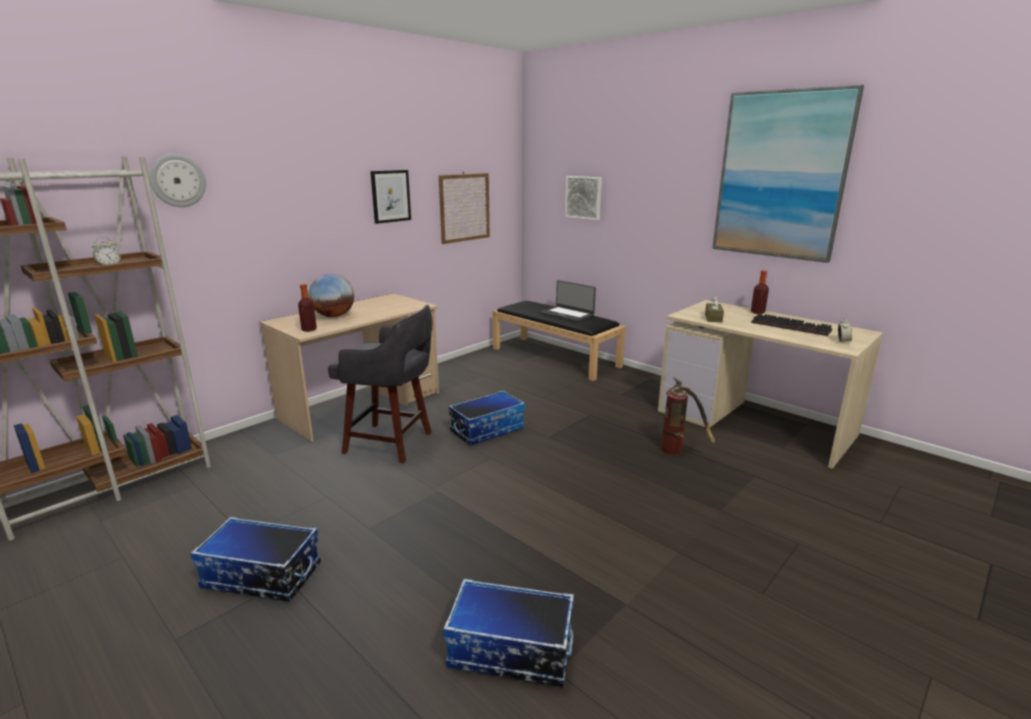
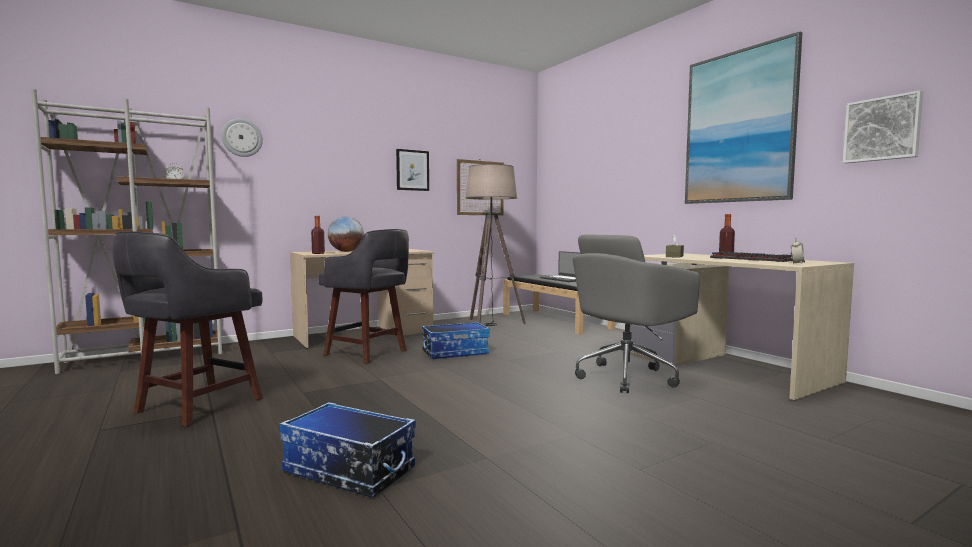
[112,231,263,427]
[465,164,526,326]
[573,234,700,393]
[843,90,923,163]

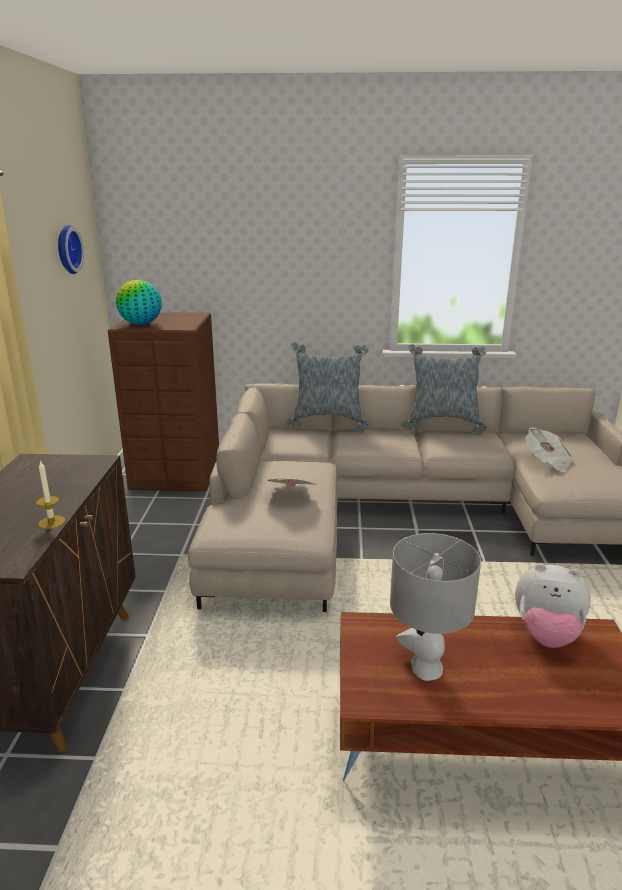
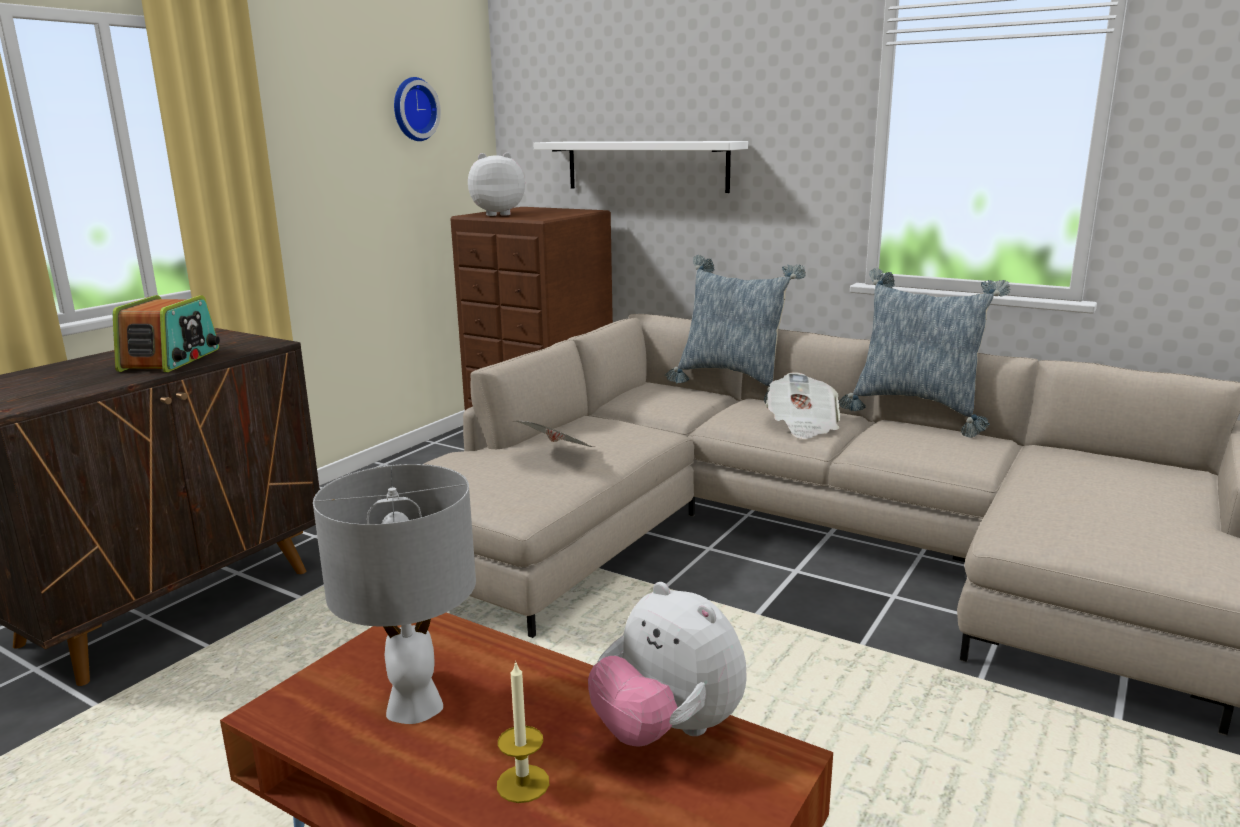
[113,295,220,372]
[468,153,525,216]
[497,660,549,803]
[533,141,748,193]
[766,372,840,439]

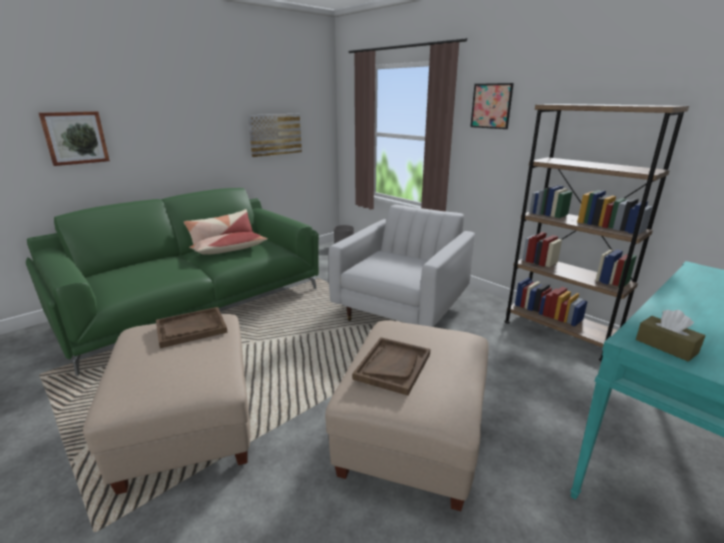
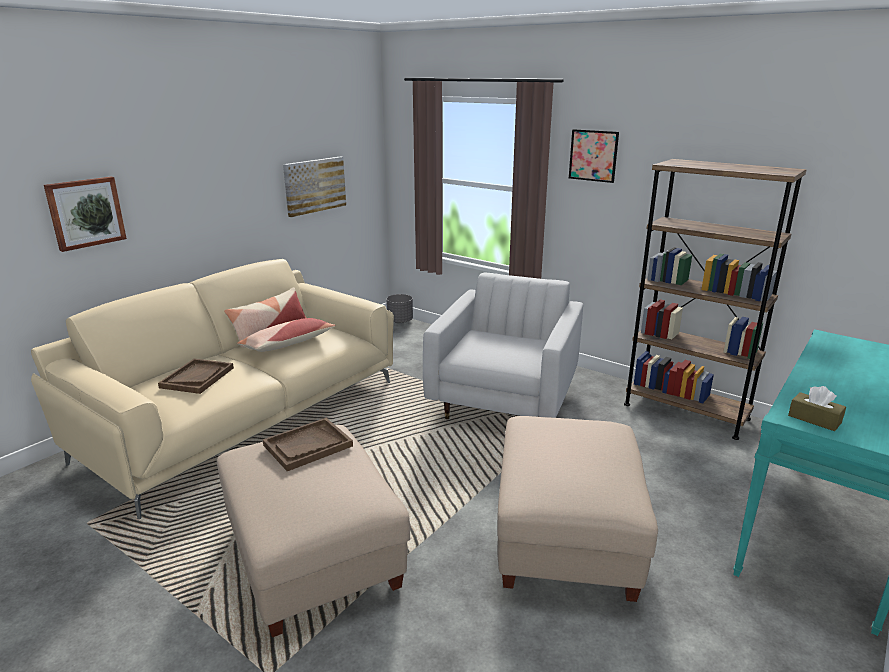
[31,259,394,519]
[158,359,234,394]

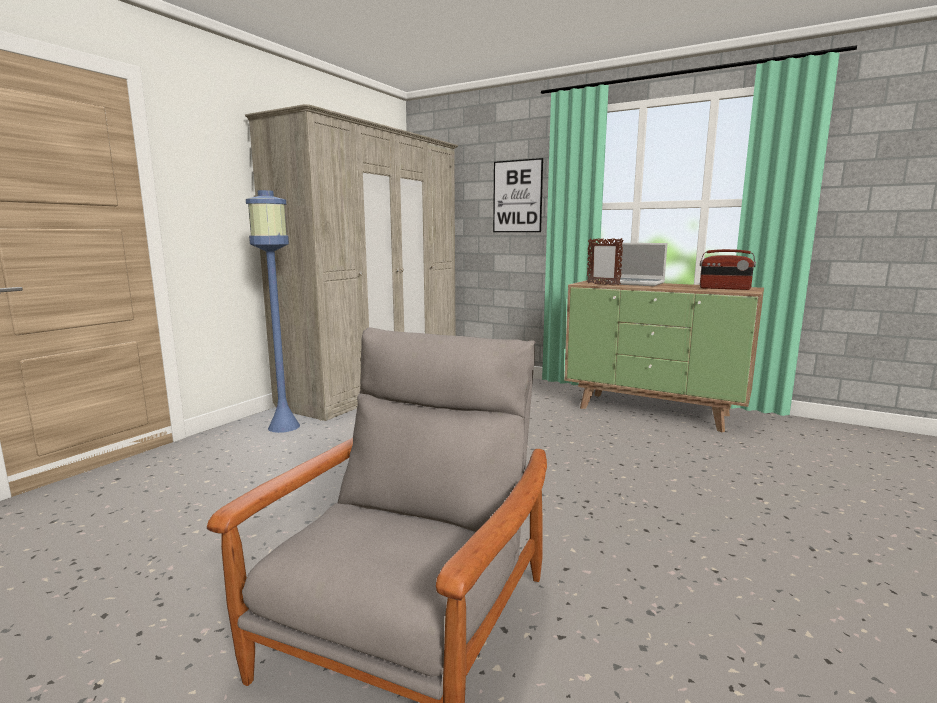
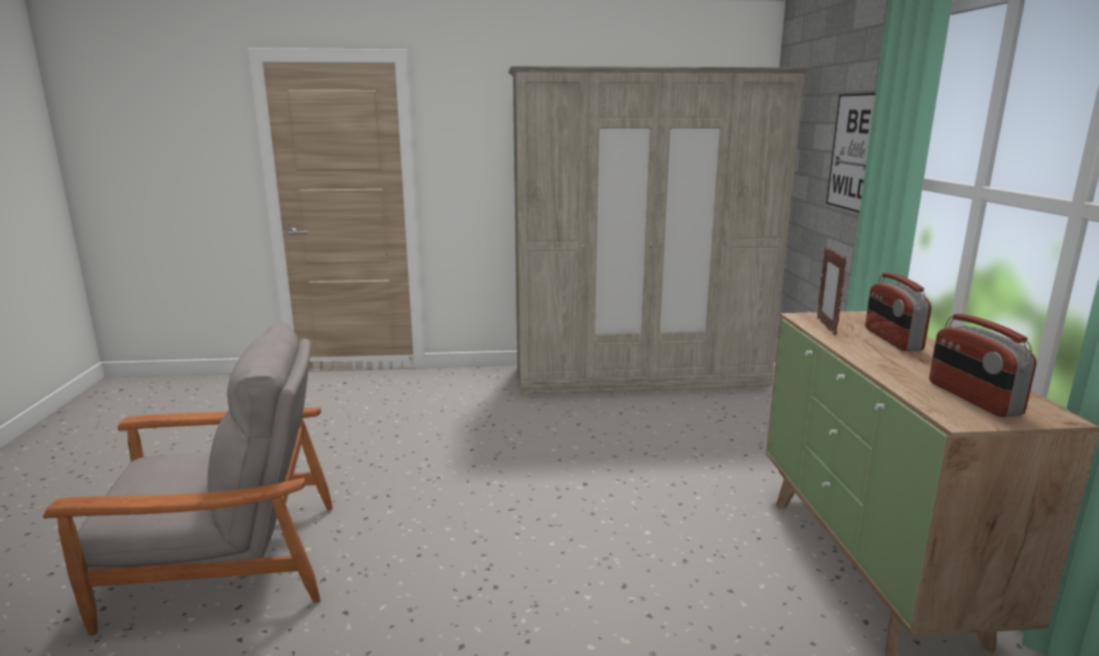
[865,273,931,351]
[246,190,300,433] (first image)

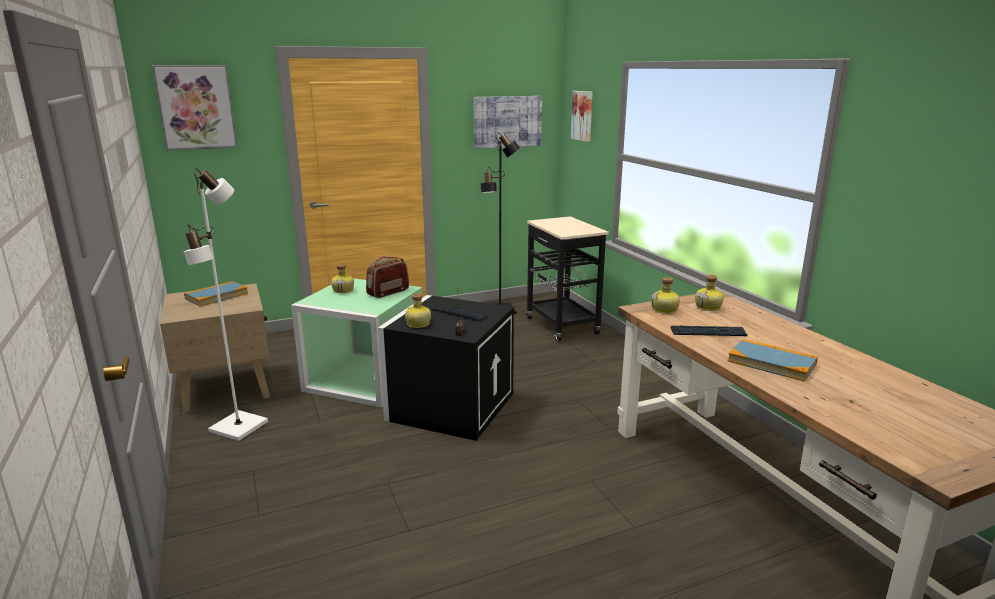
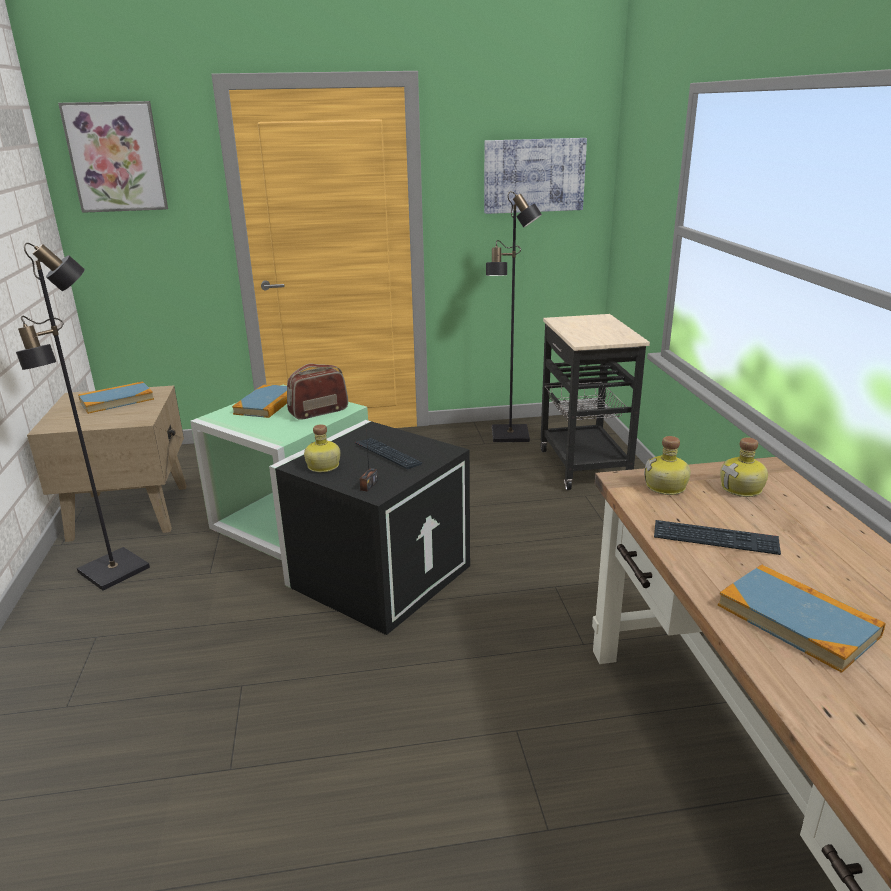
[16,243,150,591]
[232,385,287,418]
[571,91,593,142] (first image)

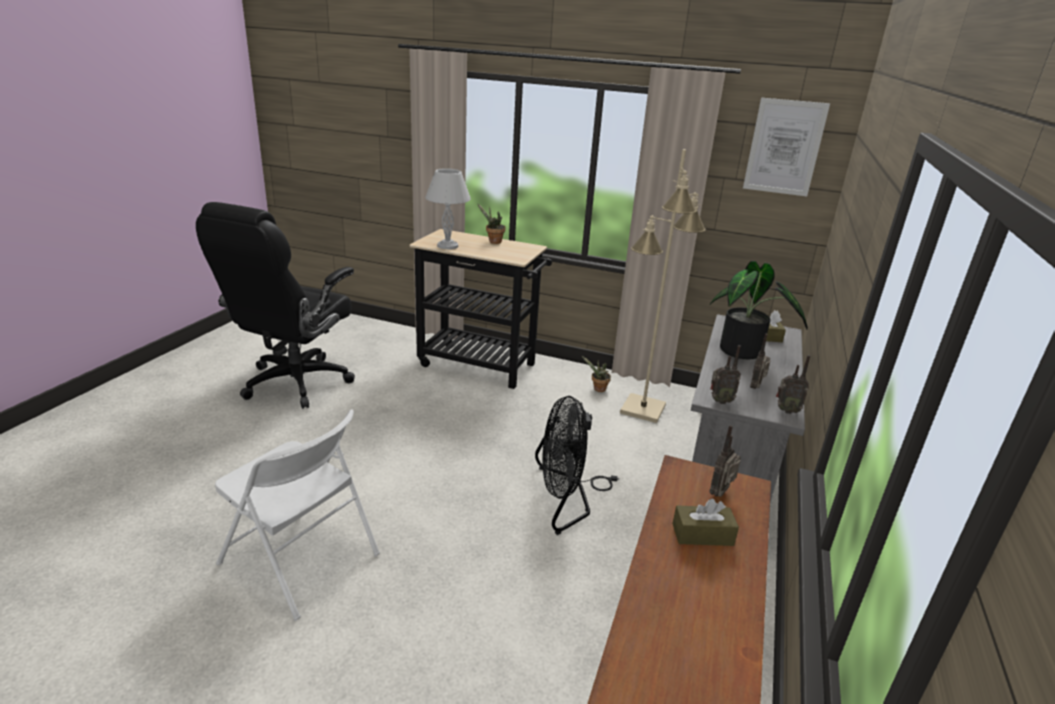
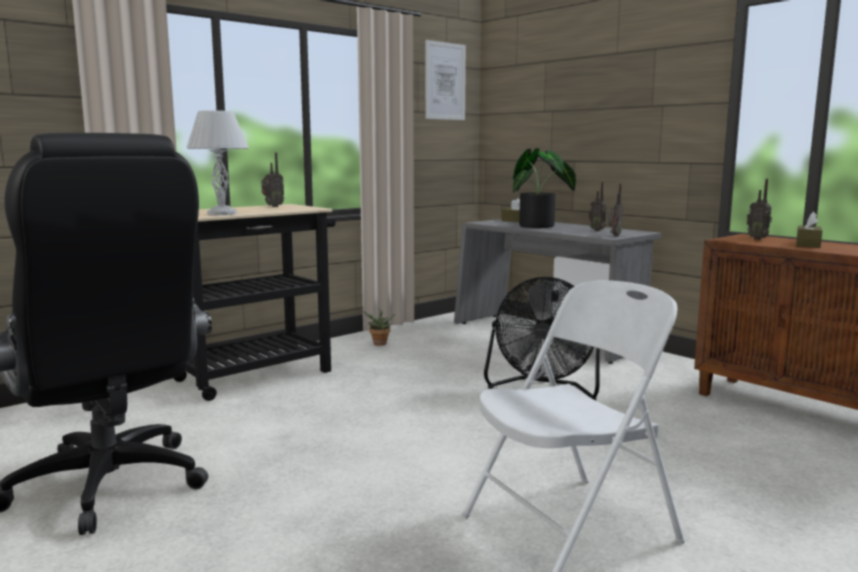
[261,152,285,207]
[477,203,506,244] (first image)
[620,149,706,423] (first image)

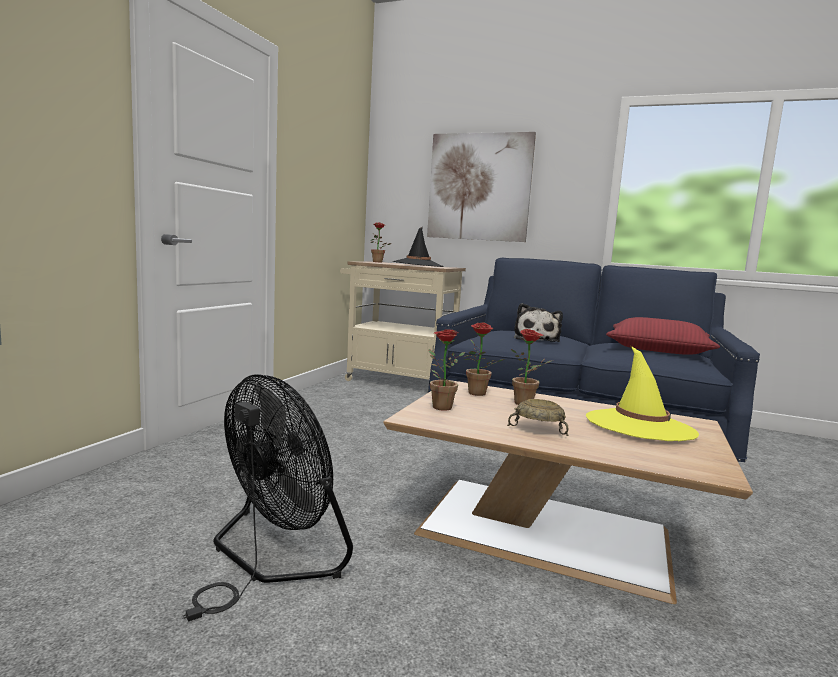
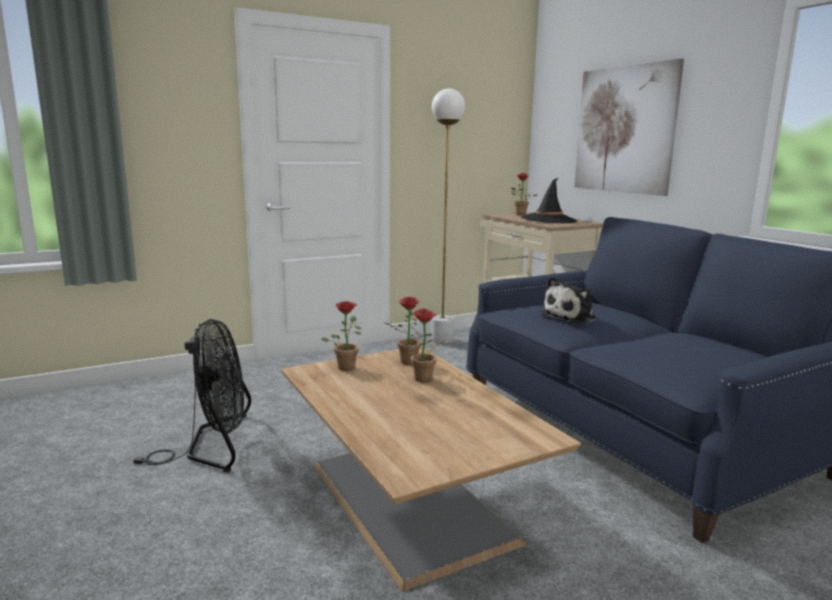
[431,89,465,344]
[507,399,569,436] (first image)
[586,346,699,441] (first image)
[606,317,720,355] (first image)

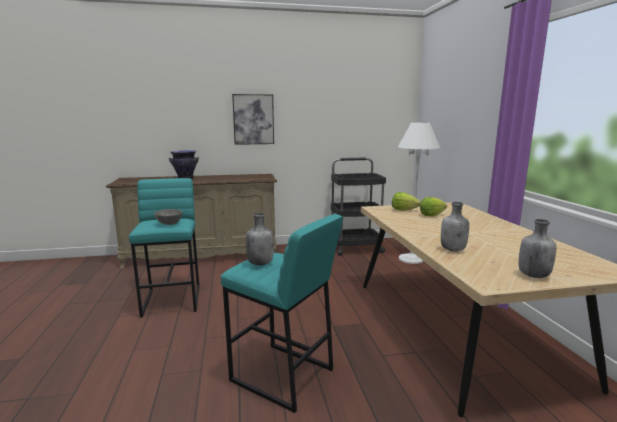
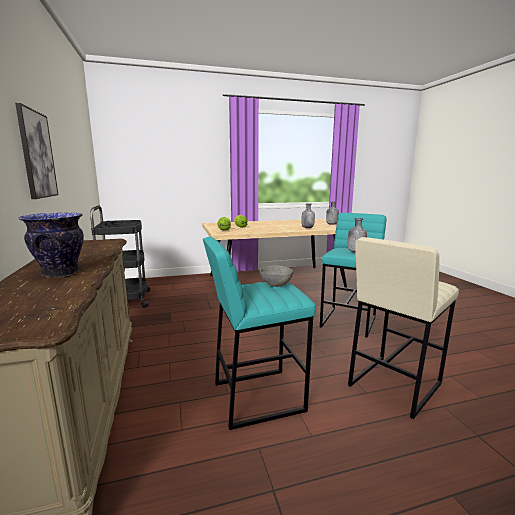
[348,237,459,419]
[398,122,440,264] (first image)

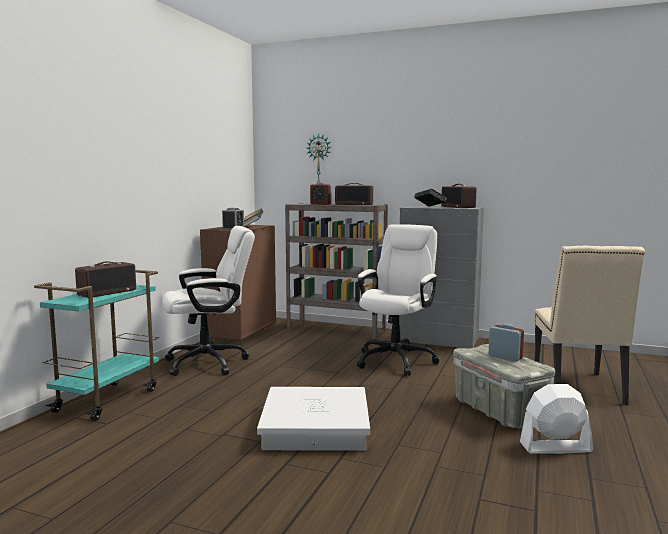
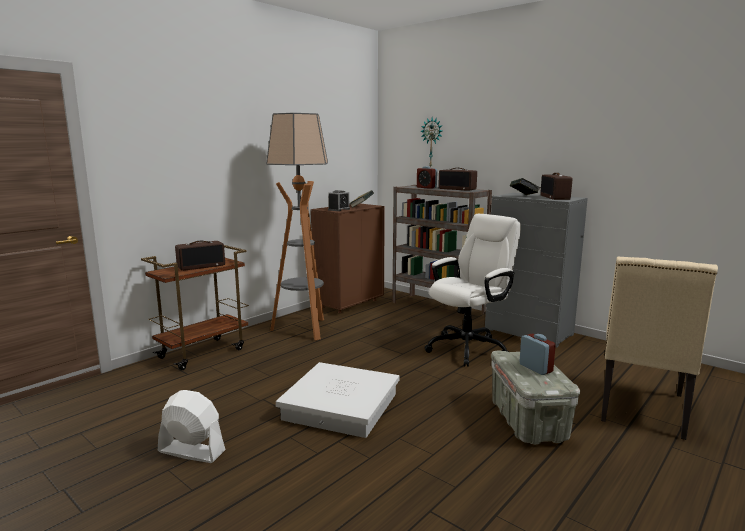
[141,245,249,370]
[158,390,226,463]
[266,113,328,340]

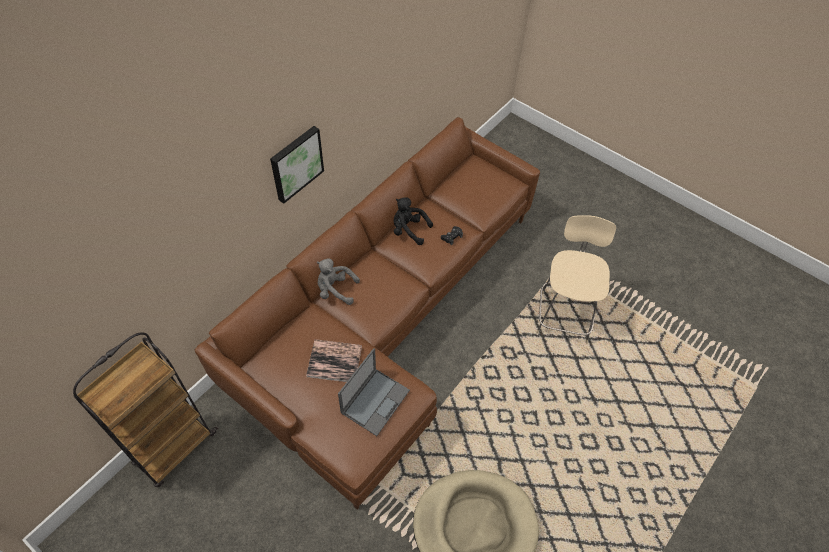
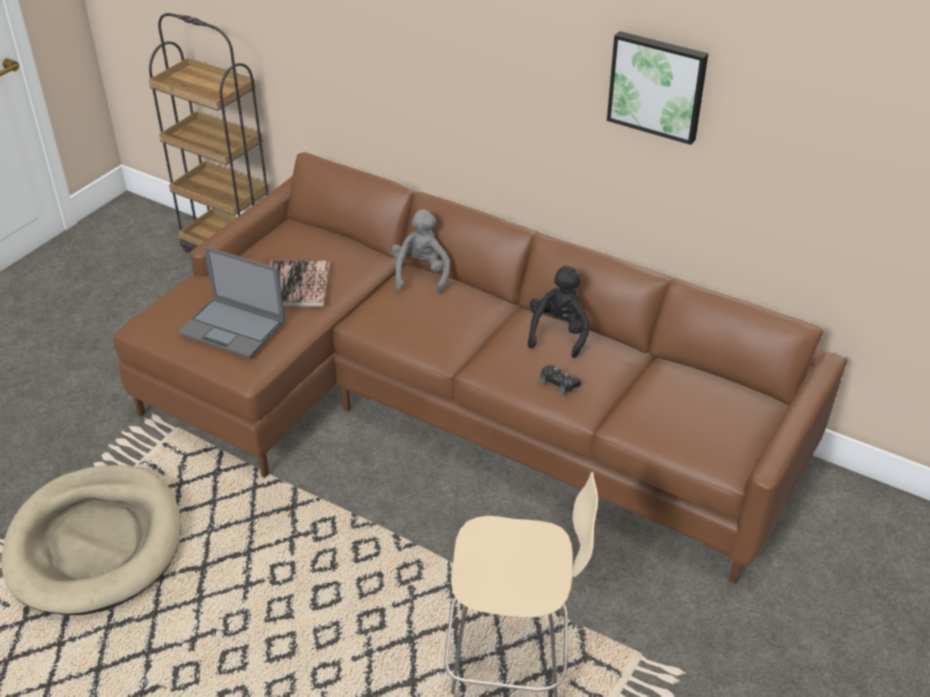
[607,31,708,145]

